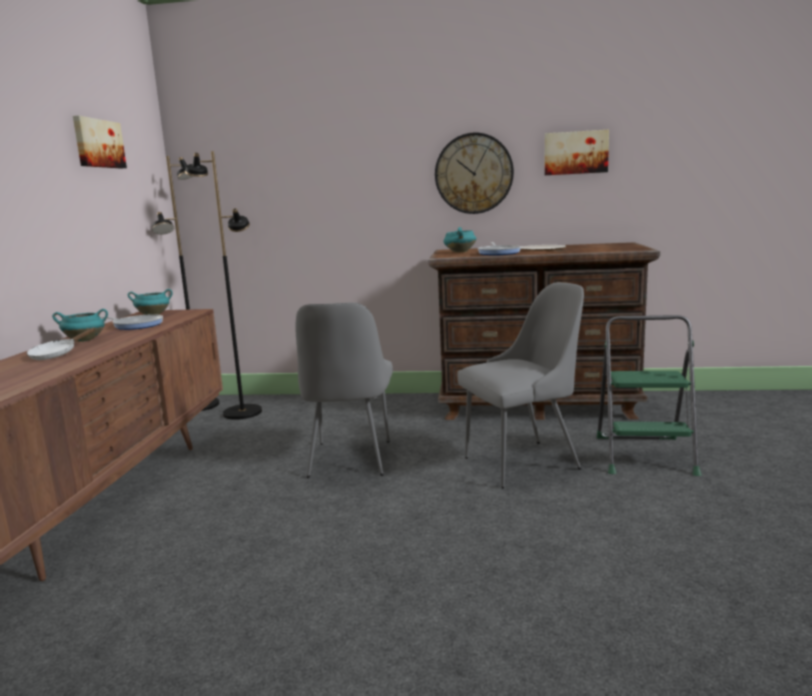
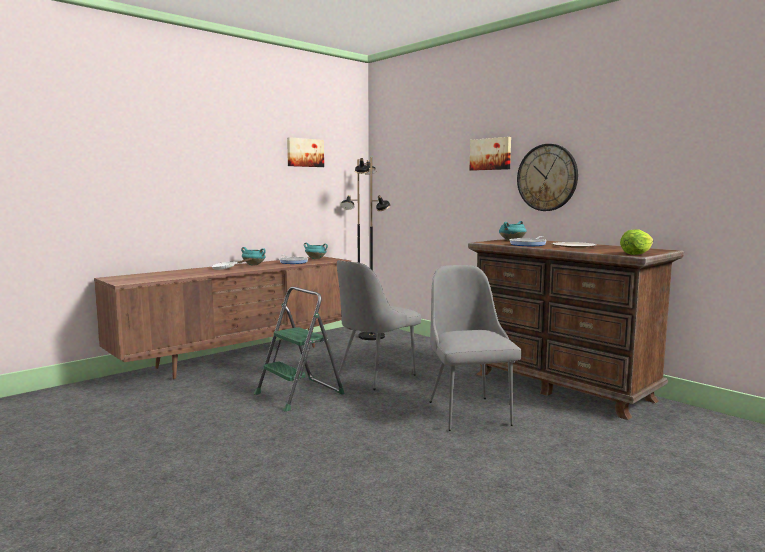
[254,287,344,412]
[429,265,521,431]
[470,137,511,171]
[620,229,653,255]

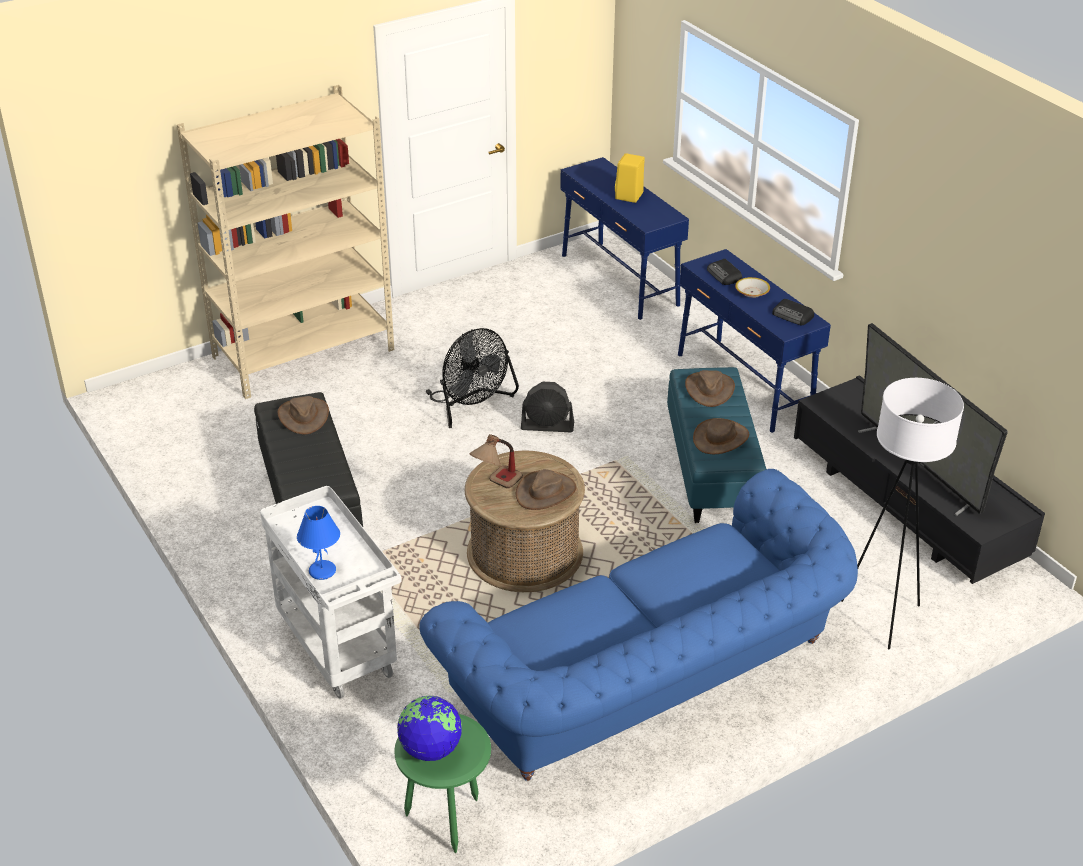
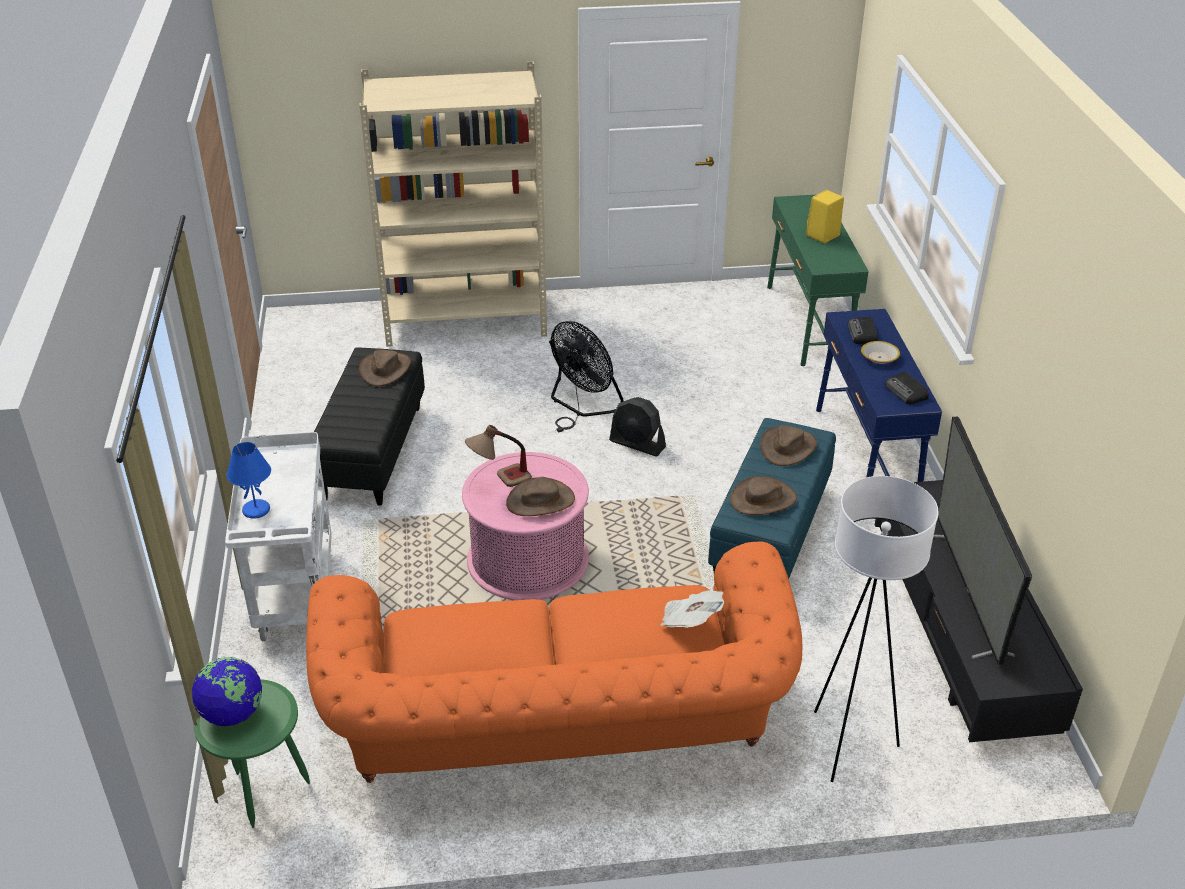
[306,541,802,783]
[462,452,589,600]
[549,321,623,433]
[661,590,724,628]
[767,195,868,366]

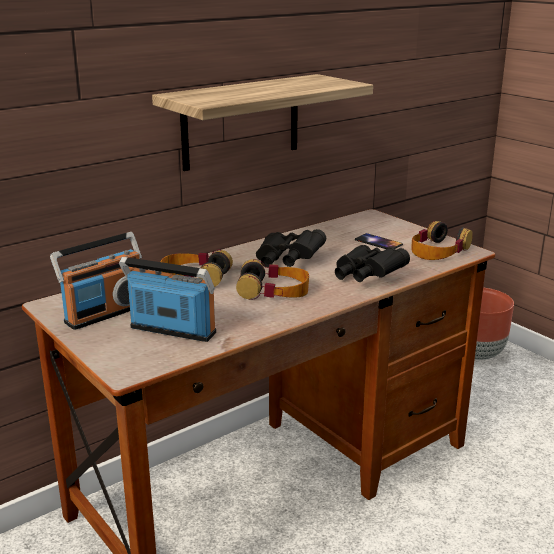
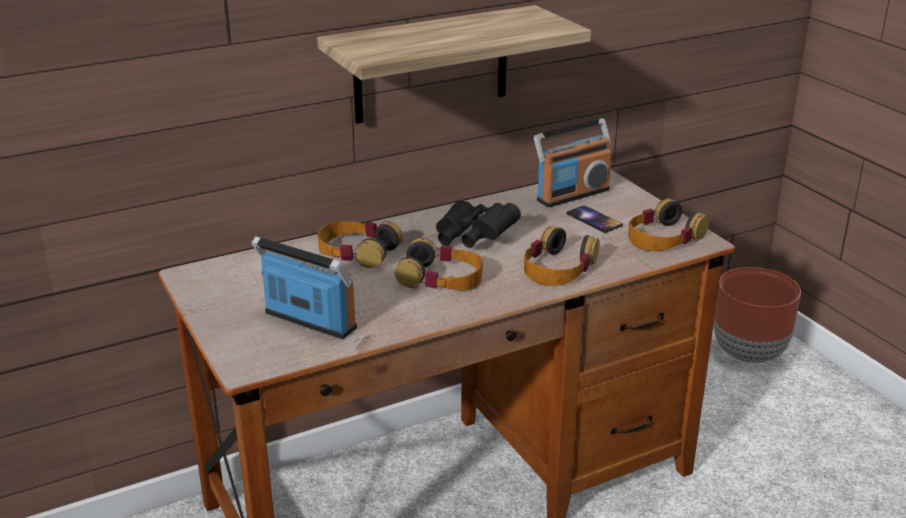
[524,226,599,286]
[534,118,613,207]

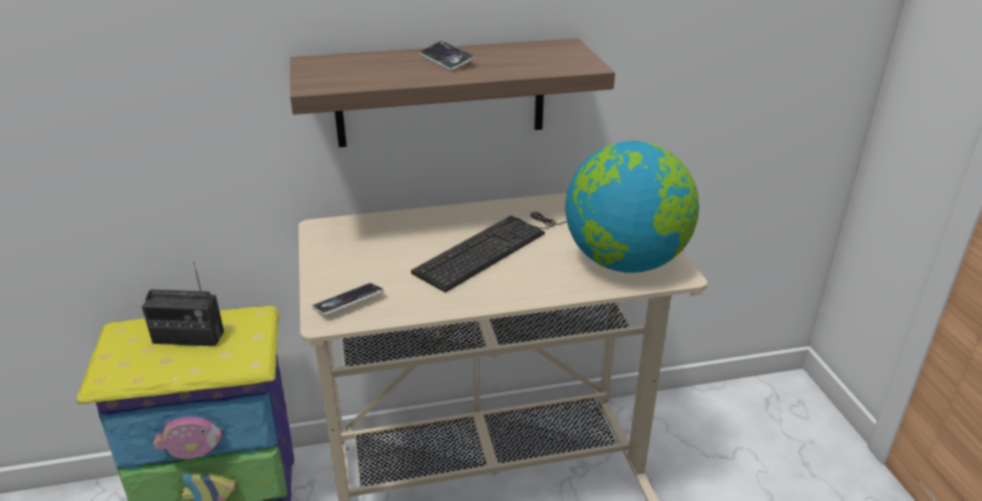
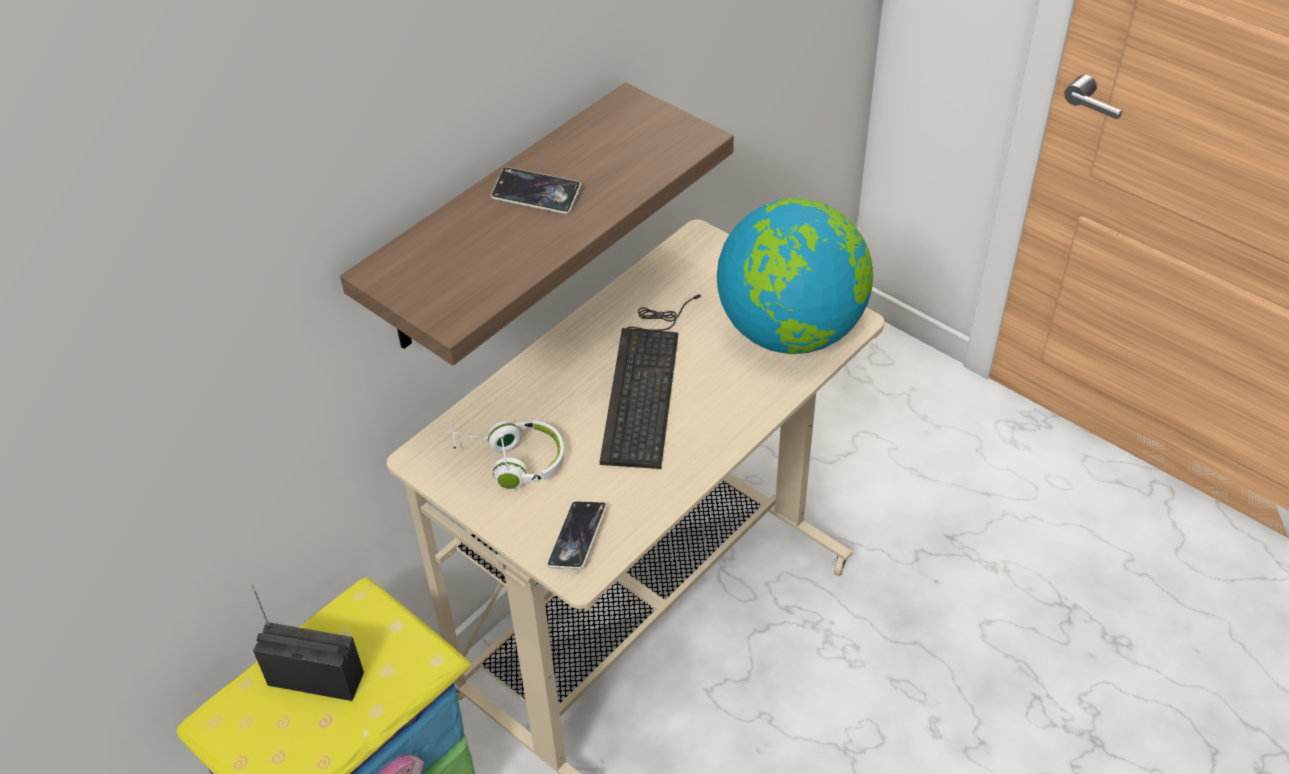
[252,584,364,701]
[451,420,564,490]

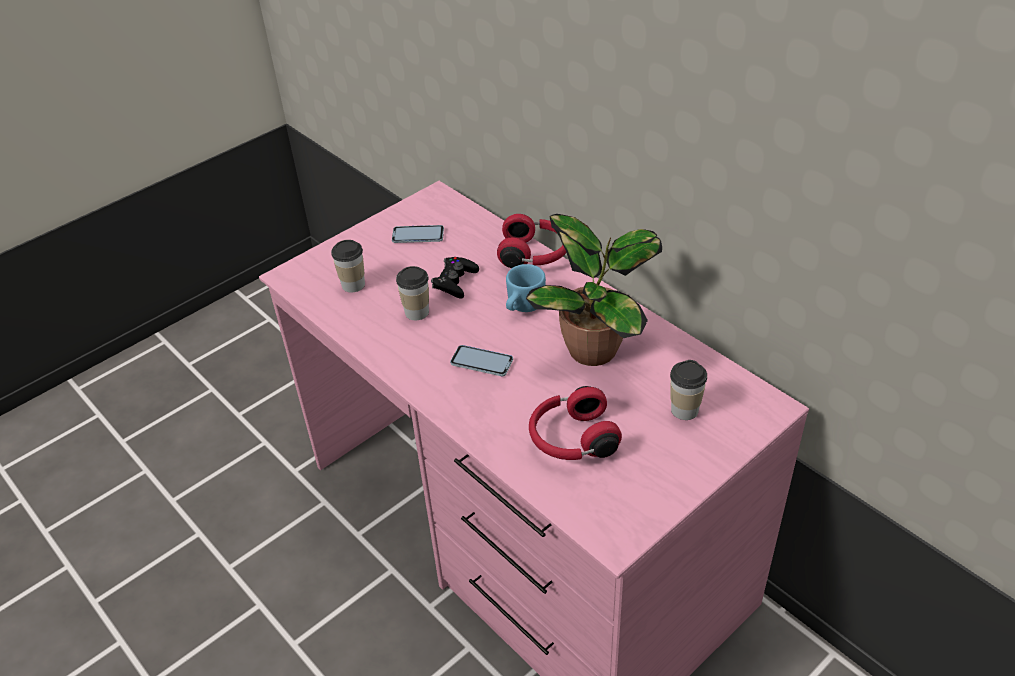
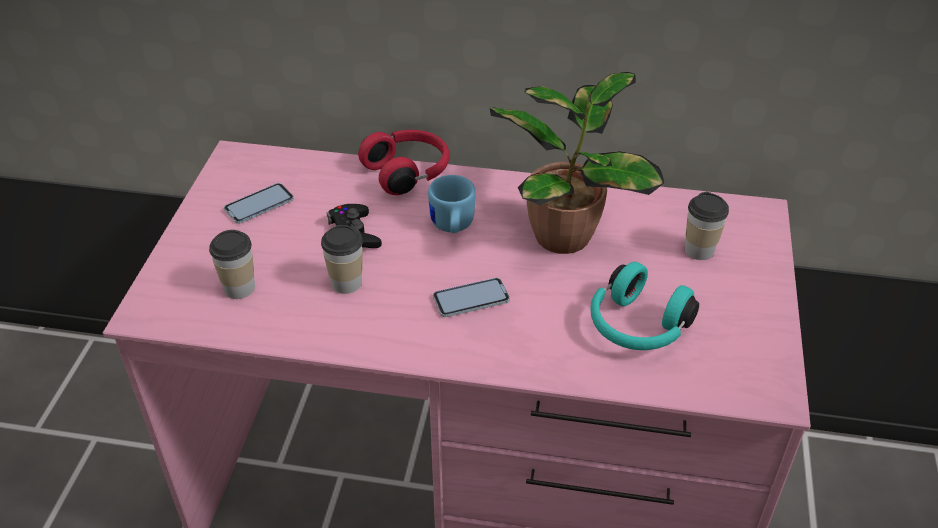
[590,262,699,350]

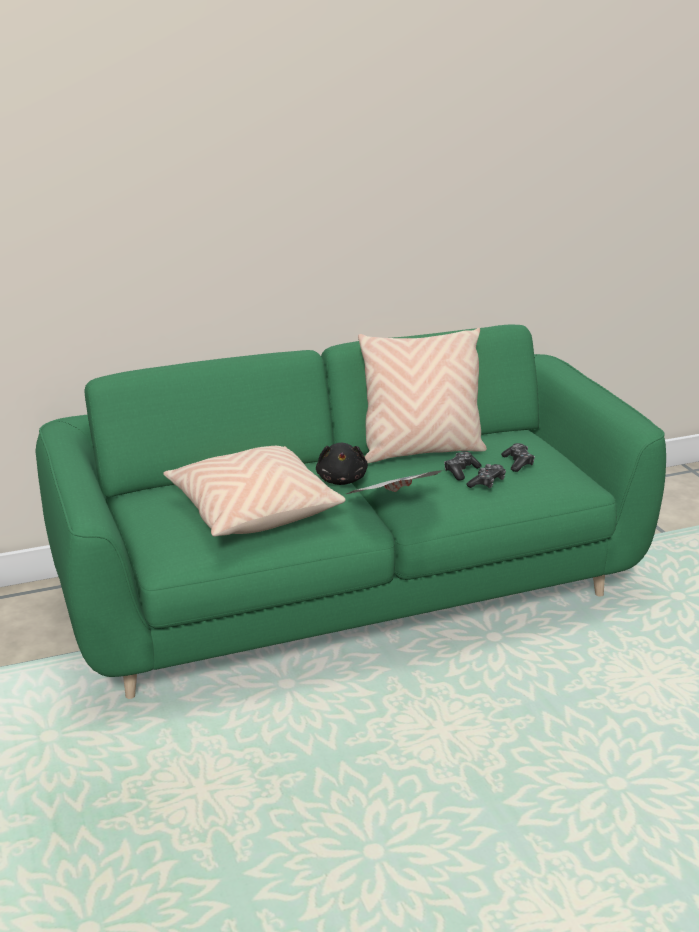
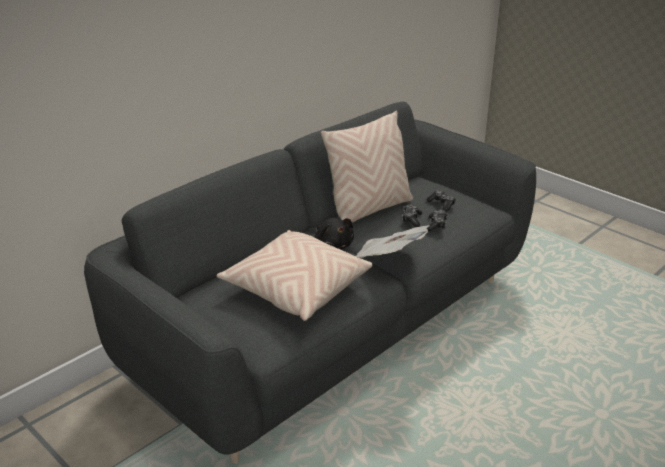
[84,101,536,464]

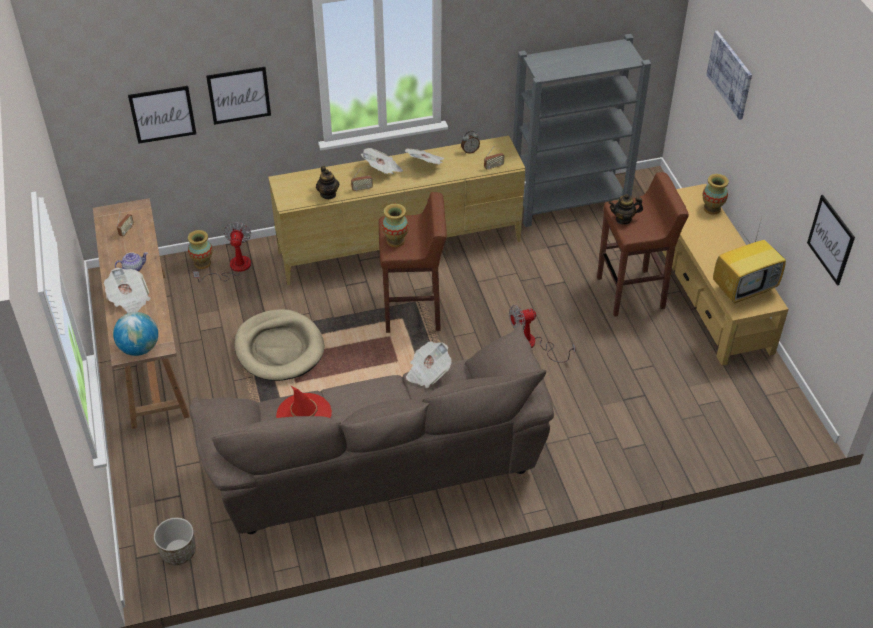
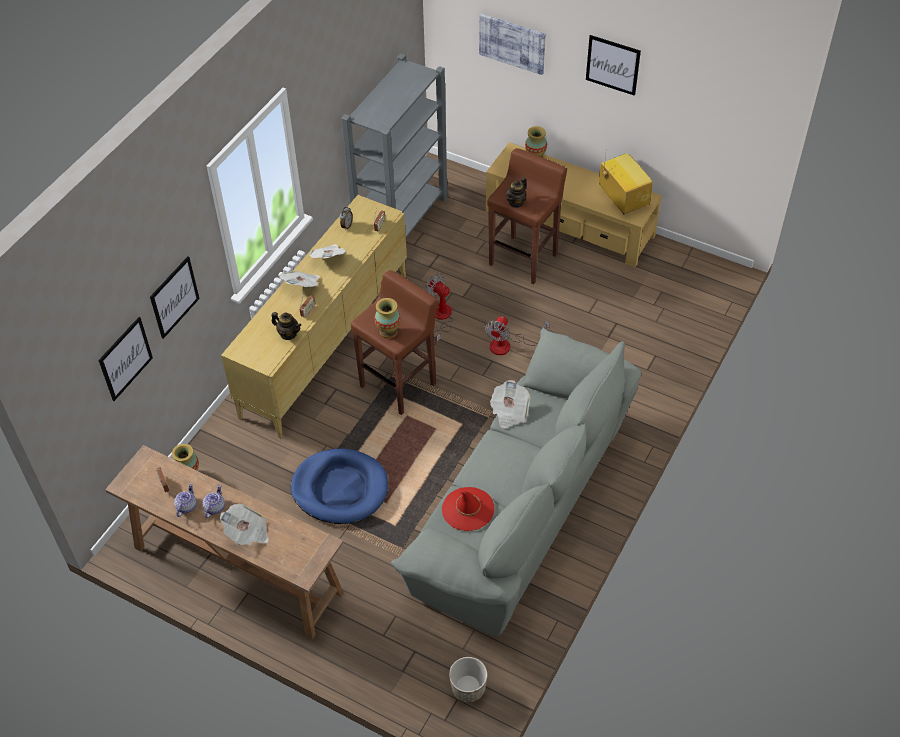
[174,483,197,517]
[291,448,388,524]
[391,327,642,636]
[425,274,453,344]
[586,35,641,96]
[599,146,653,214]
[113,312,158,356] (first image)

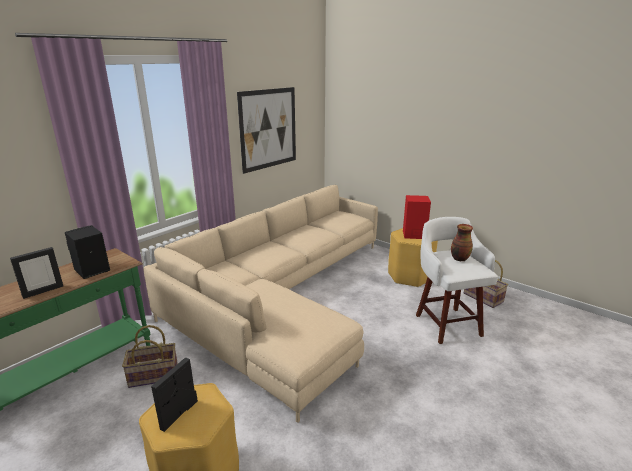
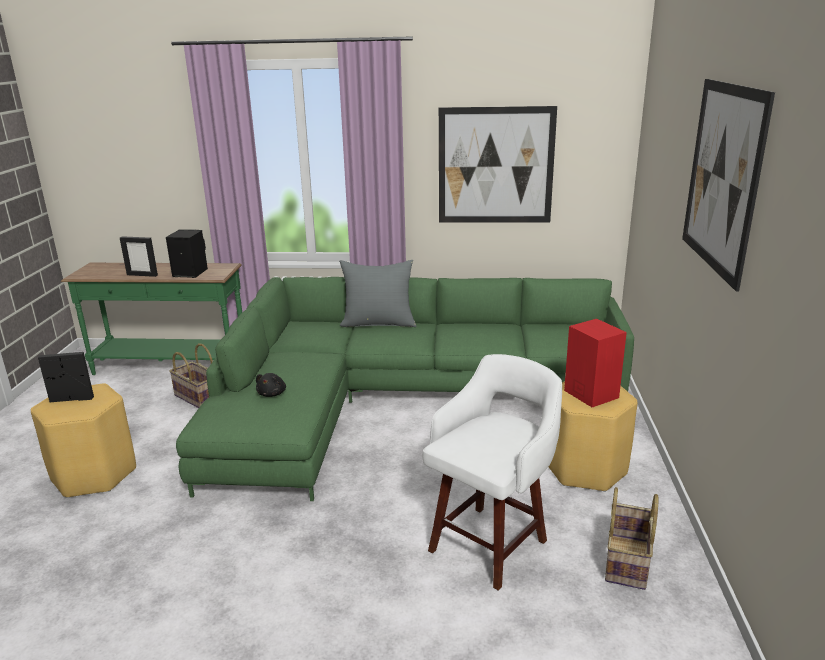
[176,277,634,501]
[256,373,286,397]
[339,260,416,327]
[682,79,775,291]
[451,224,473,261] (first image)

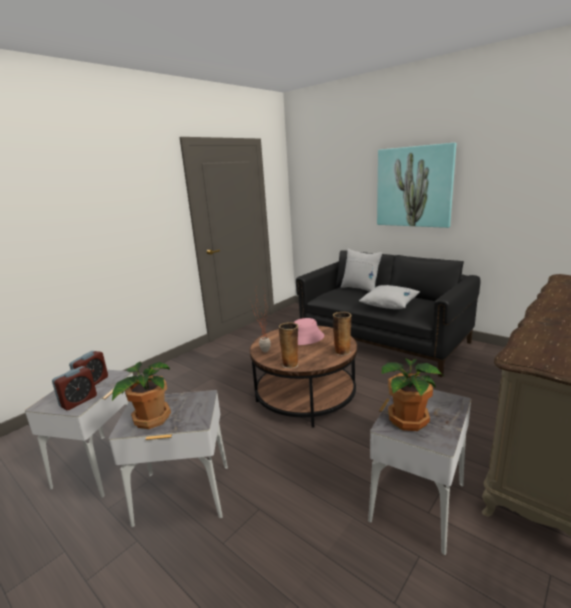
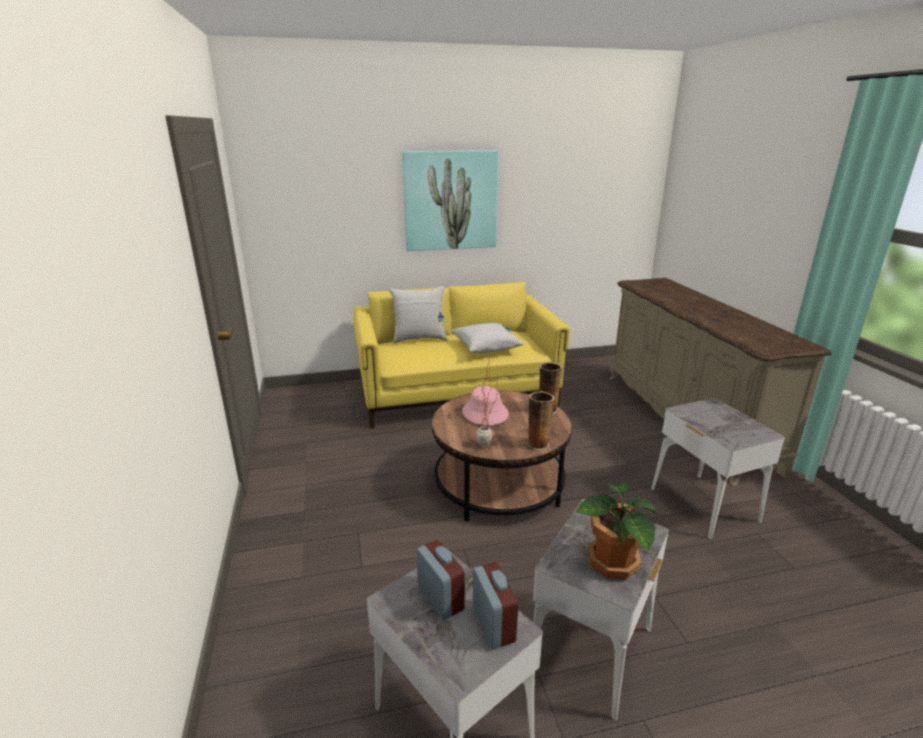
[353,282,570,429]
[381,358,444,431] (first image)

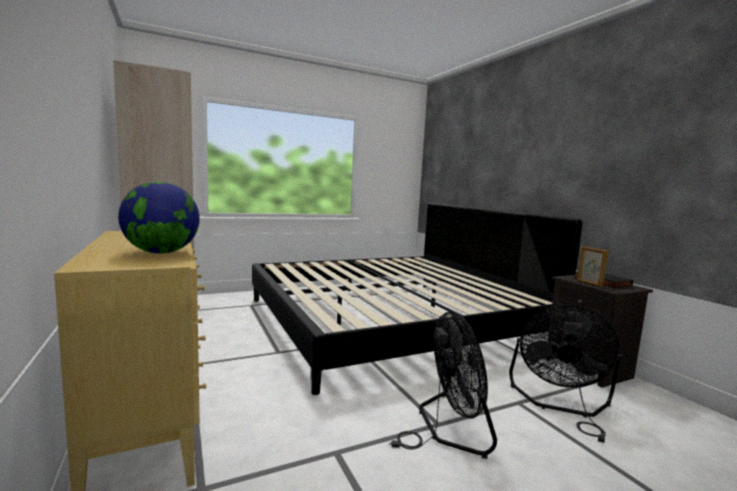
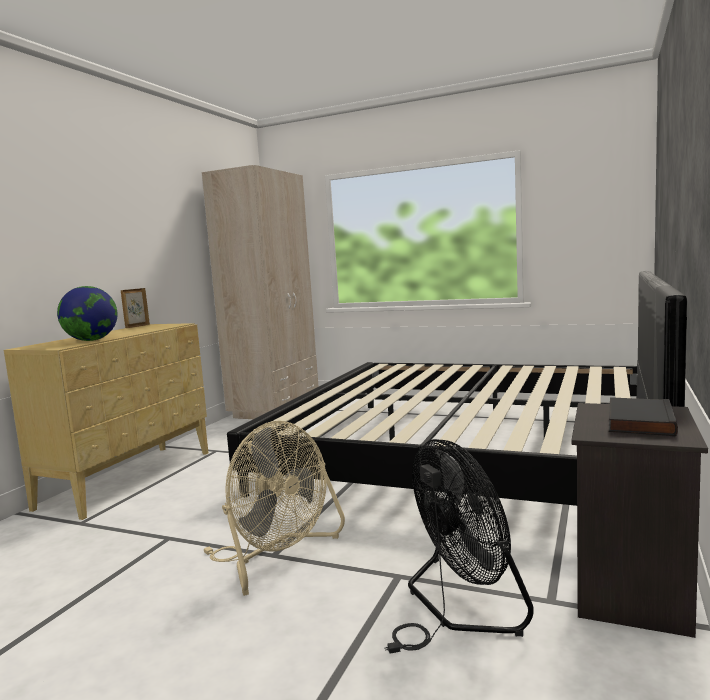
[121,288,150,328]
[204,421,345,596]

